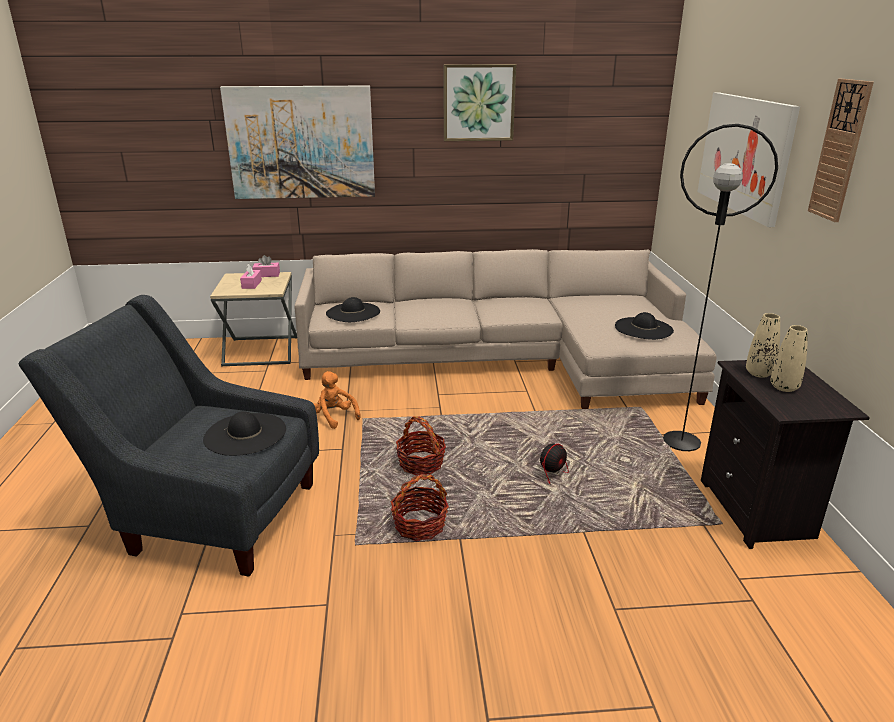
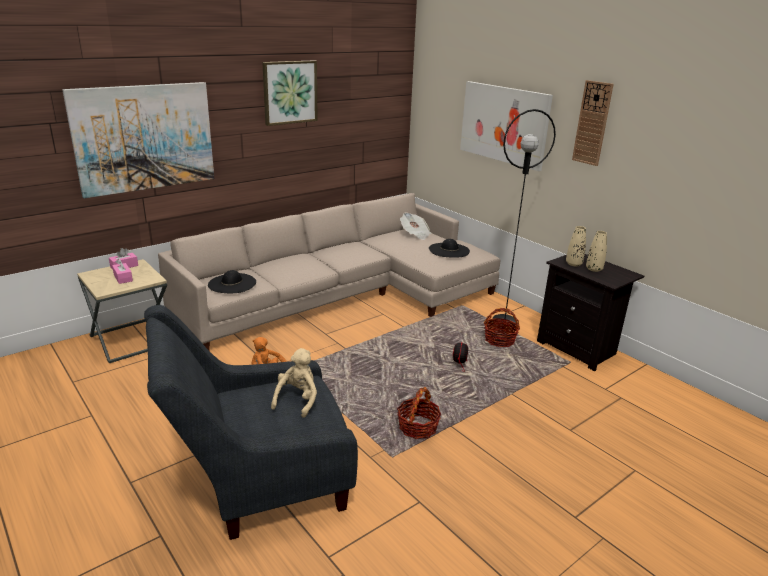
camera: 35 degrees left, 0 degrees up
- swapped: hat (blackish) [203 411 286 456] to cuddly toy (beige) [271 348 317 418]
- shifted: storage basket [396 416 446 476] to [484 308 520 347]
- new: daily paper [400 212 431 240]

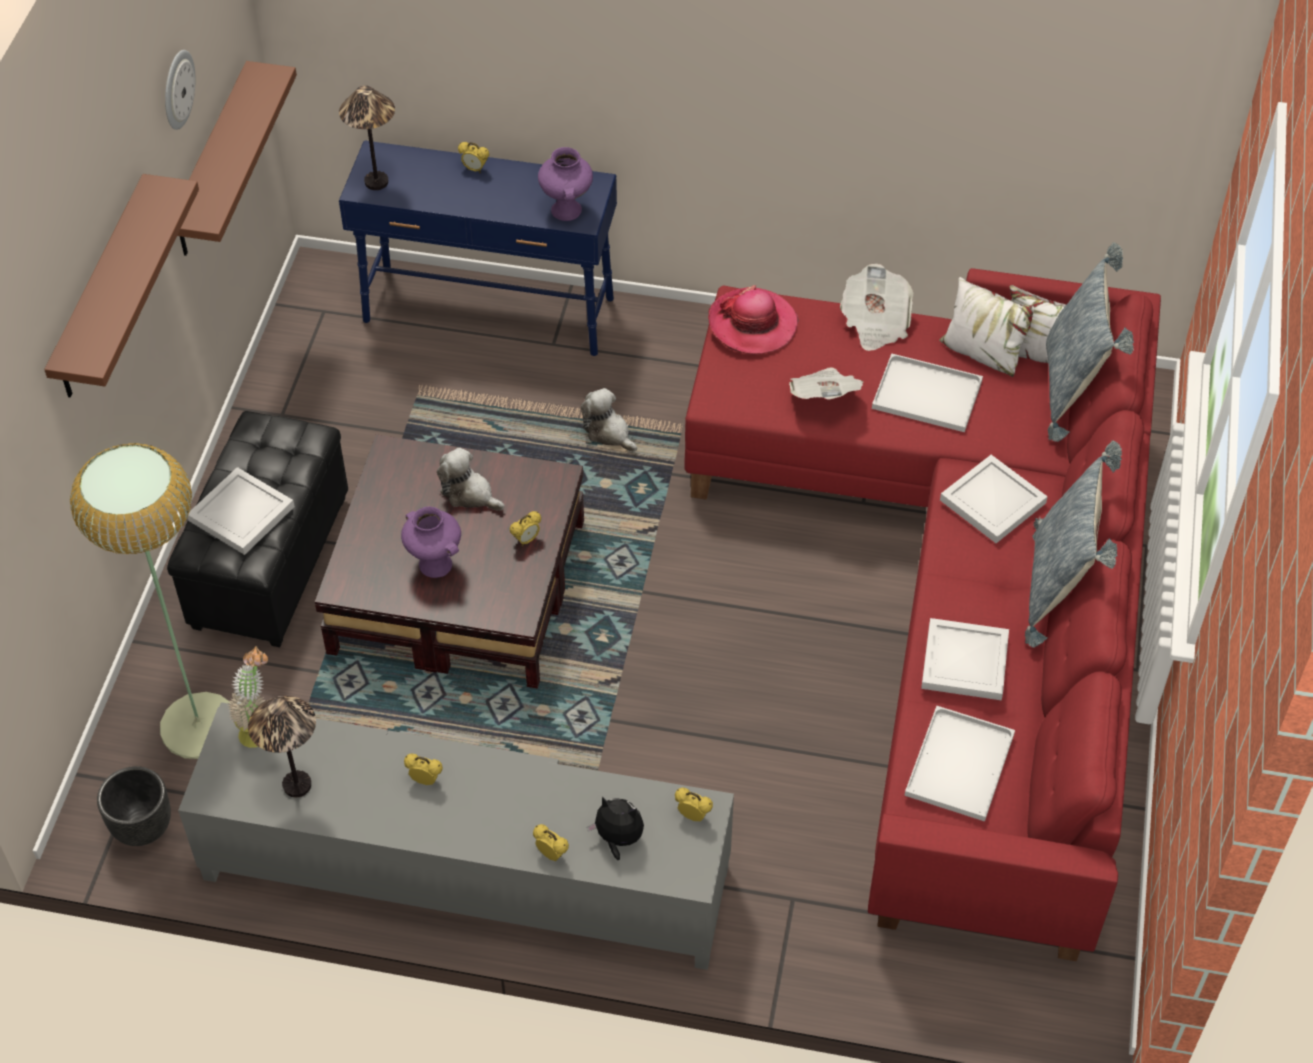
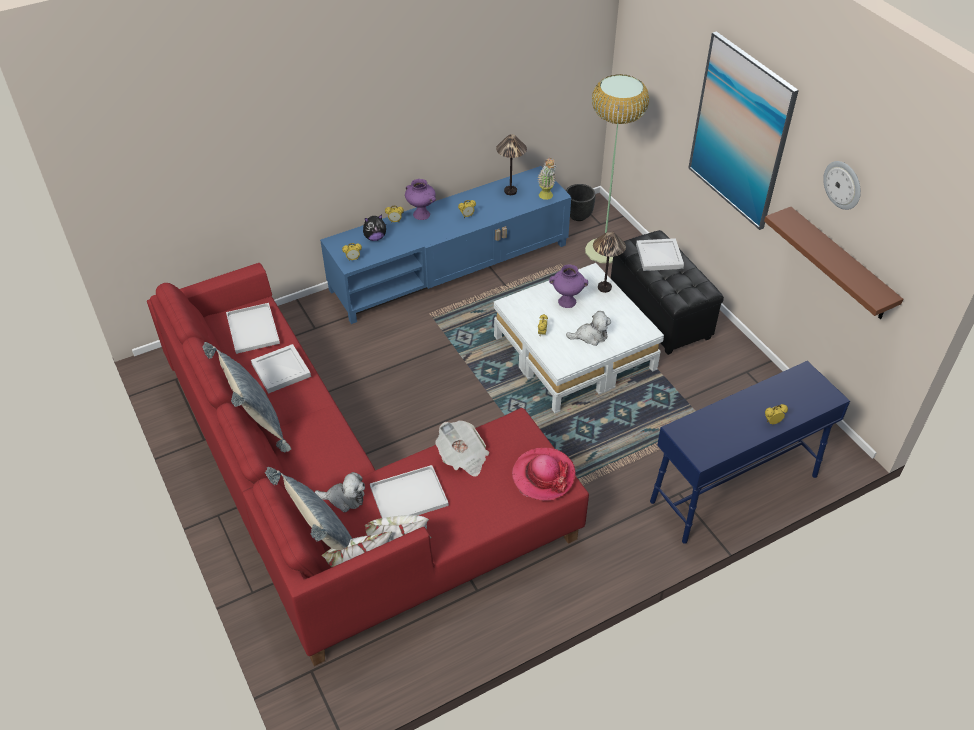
camera: 140 degrees right, 5 degrees down
- swapped: bracket shelf (brown) [44 174 199 397] to picture [688 31 799 230]
- repainted: tv stand (greyish) [178 702 734 970] to tv stand (blue-coloured) [320 166 571 324]
- repainted: coffee table (brown) [315 435 584 689] to coffee table (whitish) [494 263 664 413]
- shifted: table lamp [339 85 395 190] to [593 231 626 293]
- shifted: vase (purplish) [538 147 593 221] to [405 179 436 220]
- shifted: cuddly toy [581 388 637 452] to [315 472 365 512]
- gone: daily paper [840 264 913 351]
- gone: tray (whitish) [940 455 1048 543]

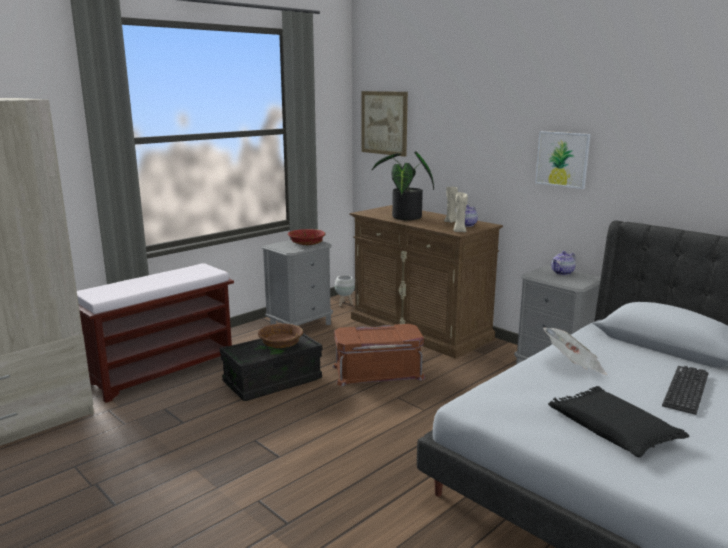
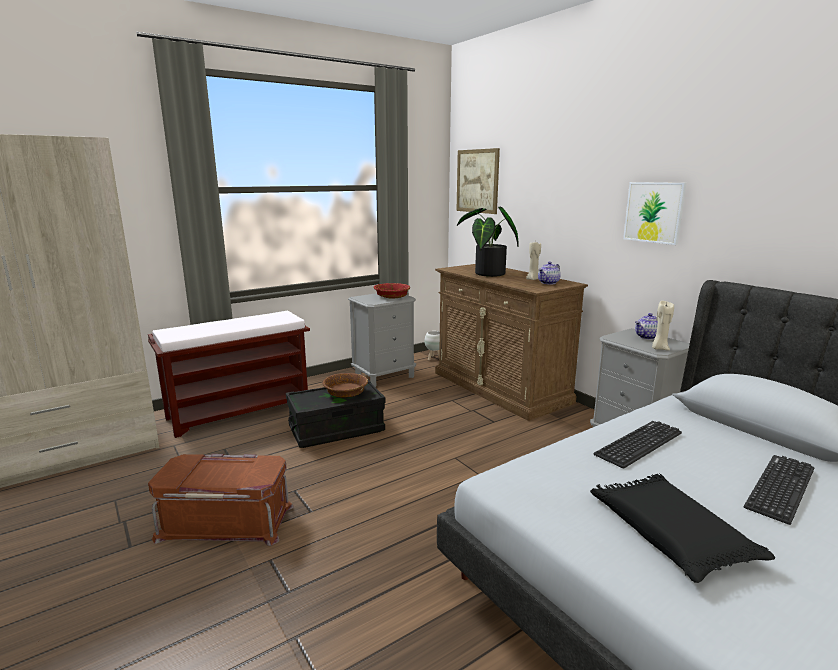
camera: 10 degrees right, 0 degrees up
- shifted: storage container (brown) [333 324 425 386] to [148 454 294 546]
- shifted: wax light (beige) [453 192 468 232] to [652 301 674 351]
- swapped: daily paper [543 327 608 375] to PC keyboard [594 421 682 468]

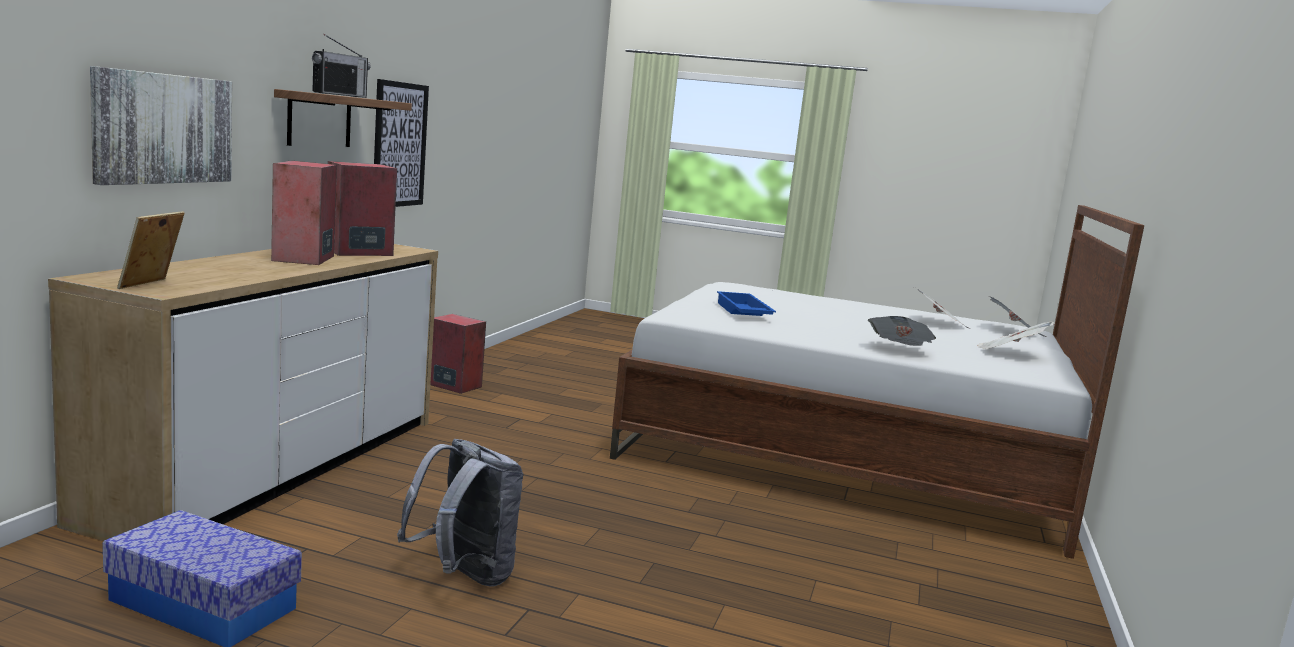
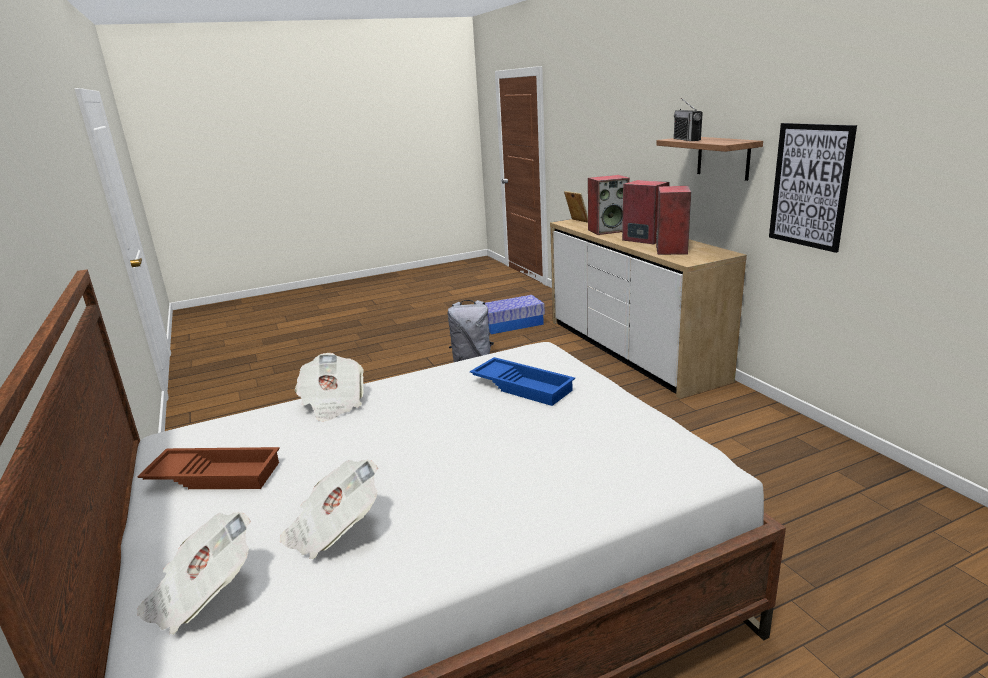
camera: 140 degrees right, 10 degrees up
- gone: picture [90 66 232 185]
- shifted: speaker [430 314 486 394] to [588 175 630 235]
- swapped: daily paper [977 322 1055 349] to tray (brown) [137 447 280 489]

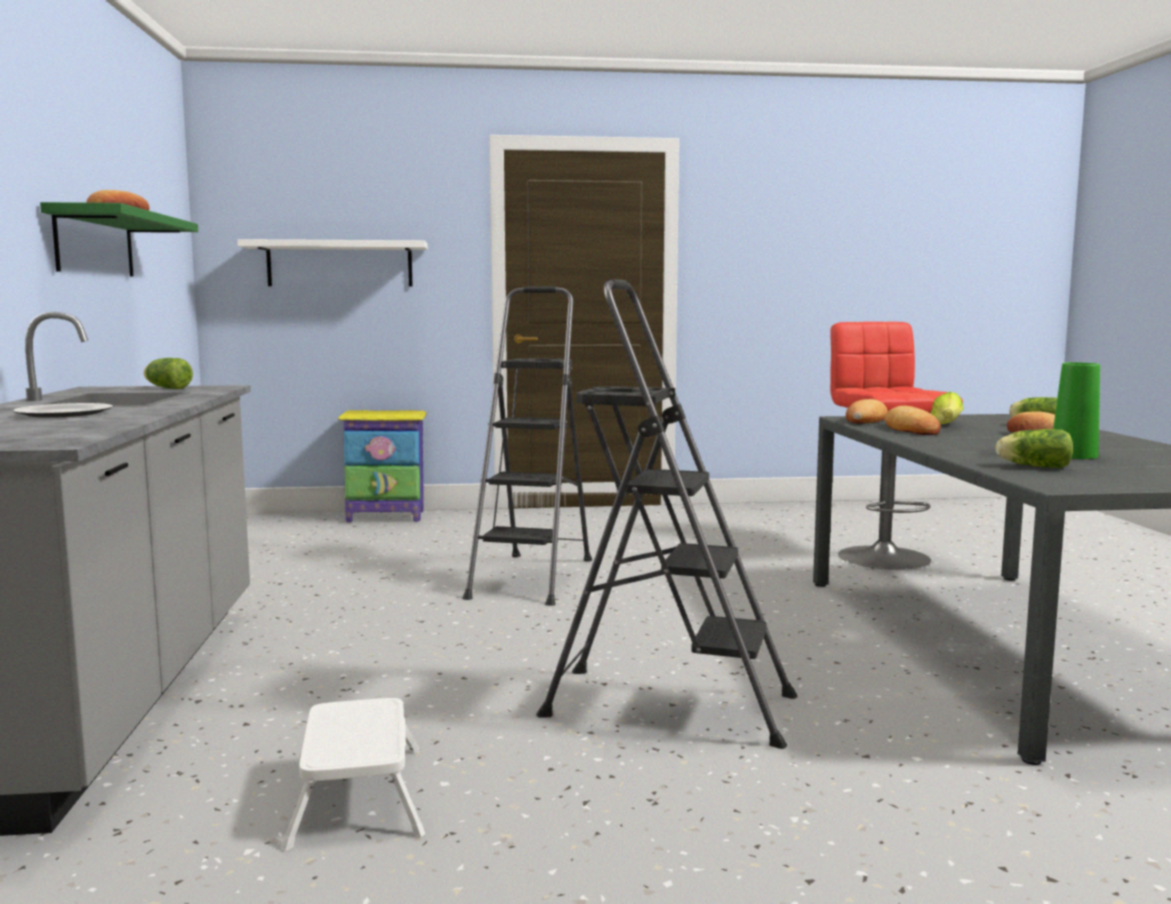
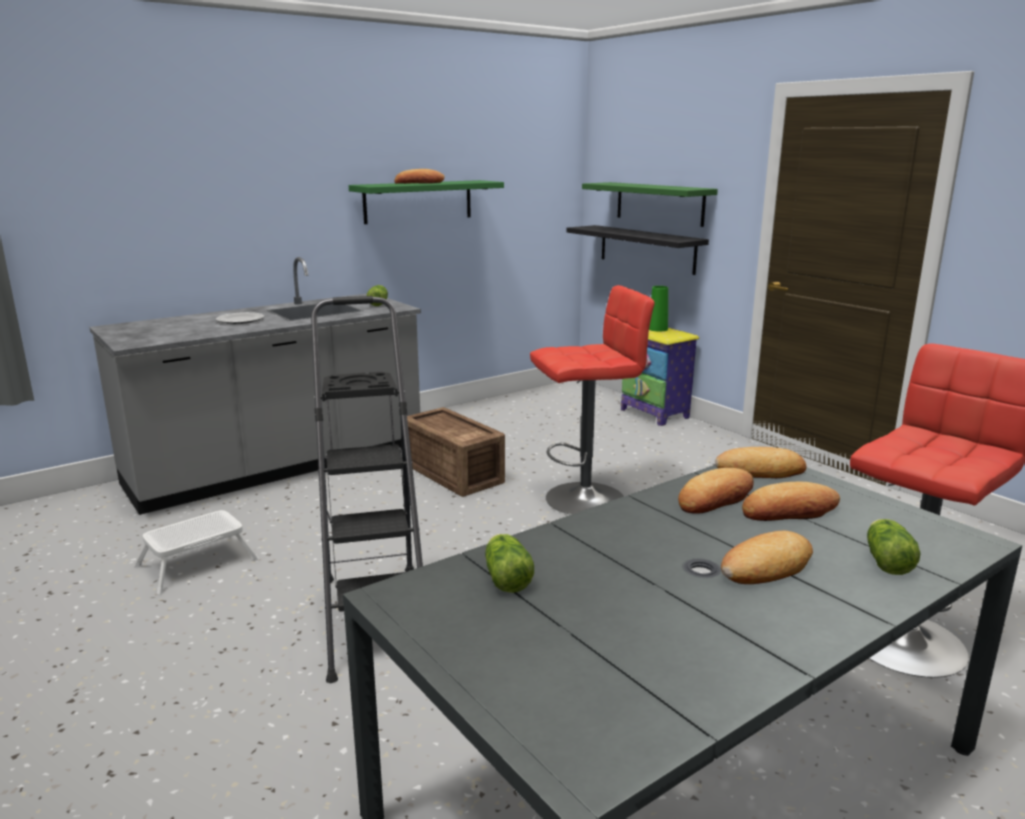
camera: 60 degrees right, 10 degrees up
- repainted: bracket shelf (whitish) [237 239 428 287] to bracket shelf (green) [582 182 718 227]
- swapped: step ladder [462 287 592 606] to stool seat (reddish) [530 285 655 515]
- swapped: lettuce [931 392 963 424] to baked bread [742 481 840 521]
- shifted: vase (green) [1053 363 1100 459] to [649 286 668 331]
- new: packing crate [407 407 505 497]
- new: bracket shelf (blackish) [566 225 709 275]

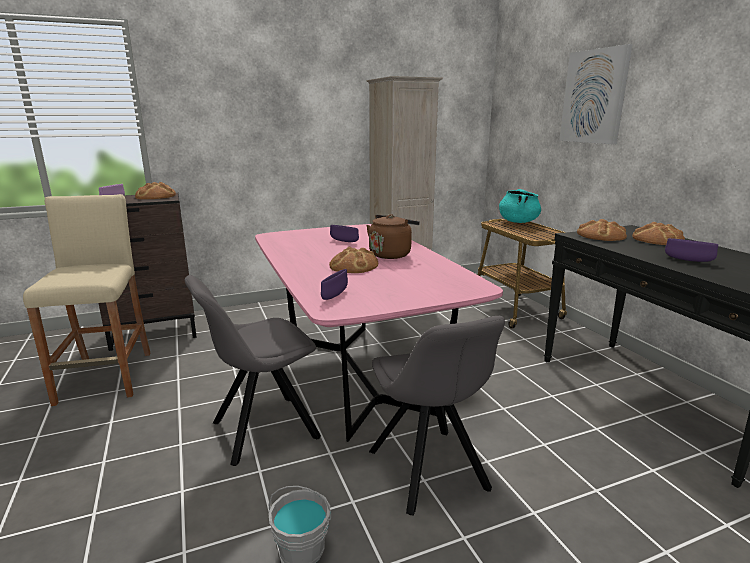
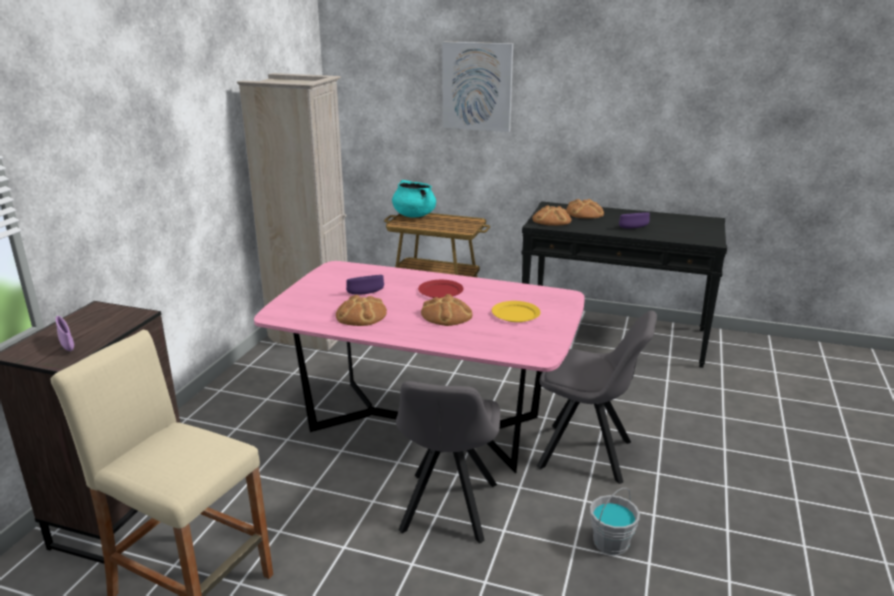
camera: 50 degrees left, 5 degrees up
- shifted: baked bread [135 182 176 199] to [336 295 387 326]
- gone: bowl (purplish) [321 269 348 300]
- swapped: water kettle (brown) [366 214 420 259] to dinner plate (reddish) [418 280 464 298]
- new: dinner plate (yellow) [492 301 540 322]

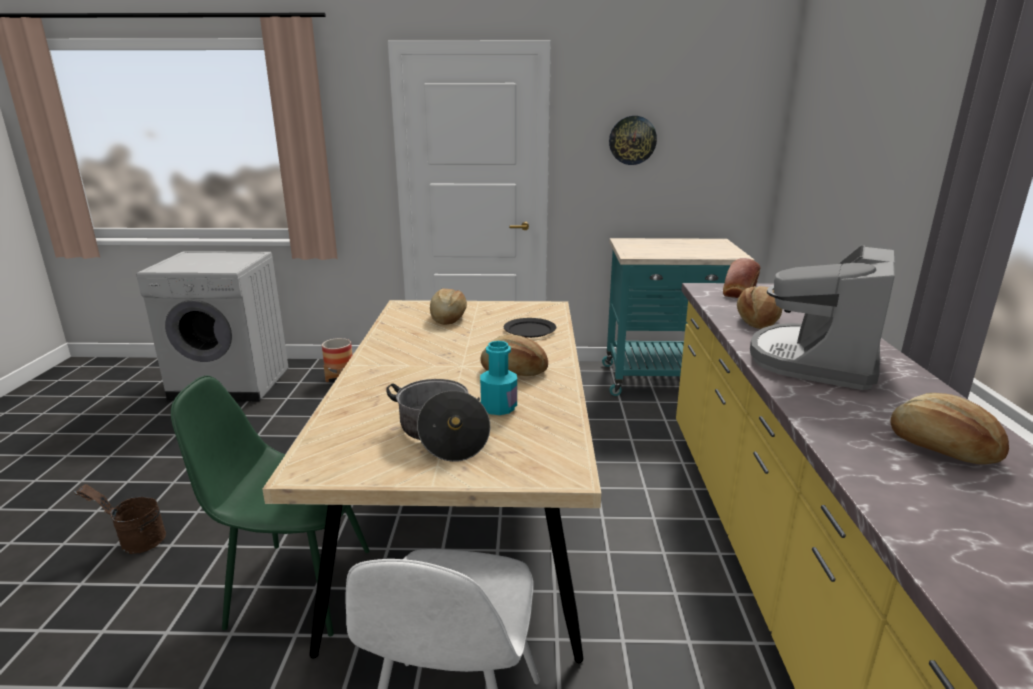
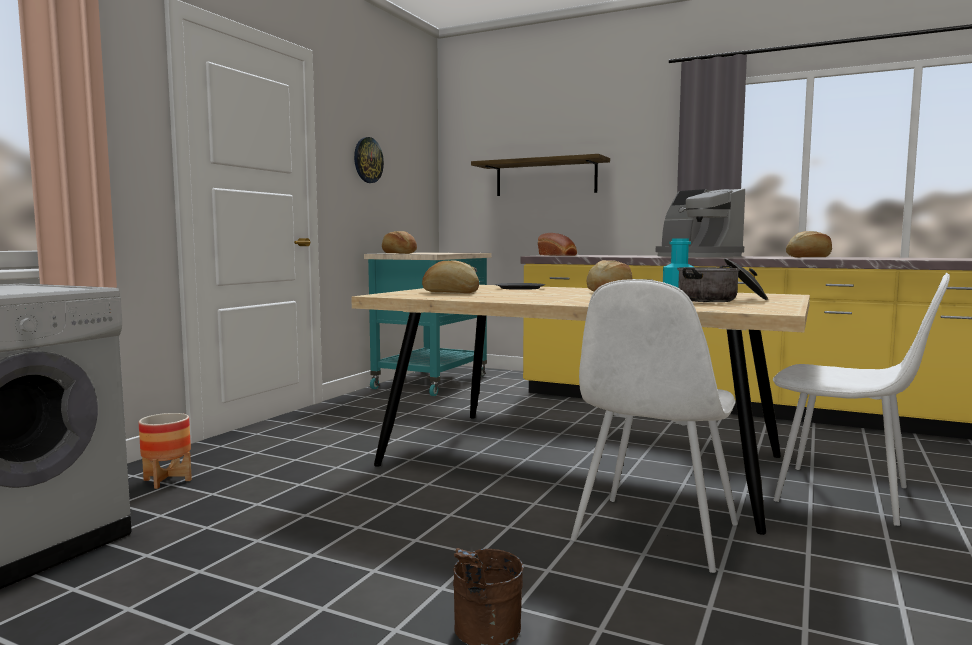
camera: 65 degrees left, 15 degrees down
- repainted: upright chair (green) [171 375 369 637] to upright chair (whitish) [571 279 738 573]
- shifted: baked bread [737 286 782 329] to [382 231 417 254]
- new: bracket shelf [471 154 610 196]

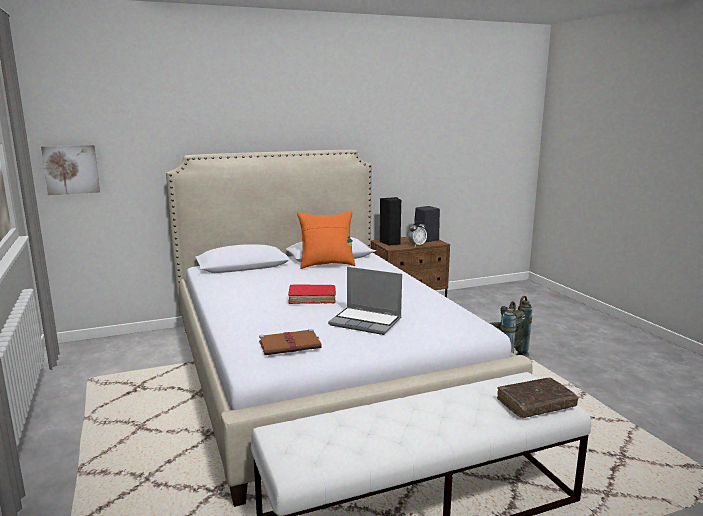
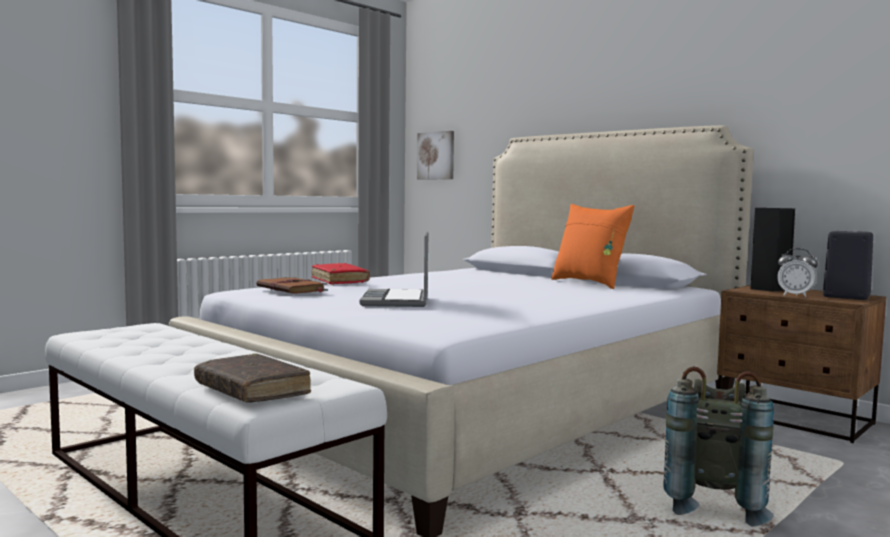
camera: 65 degrees right, 10 degrees down
- shifted: book (reddish) [288 285 336 304] to [312 263 370 285]

